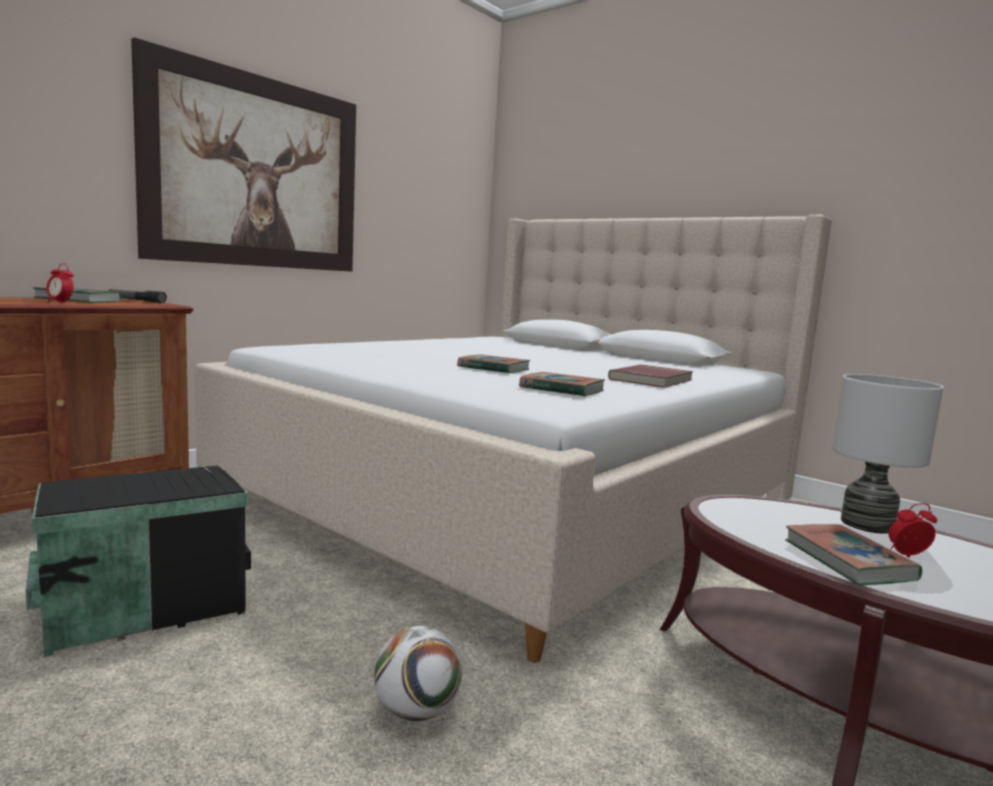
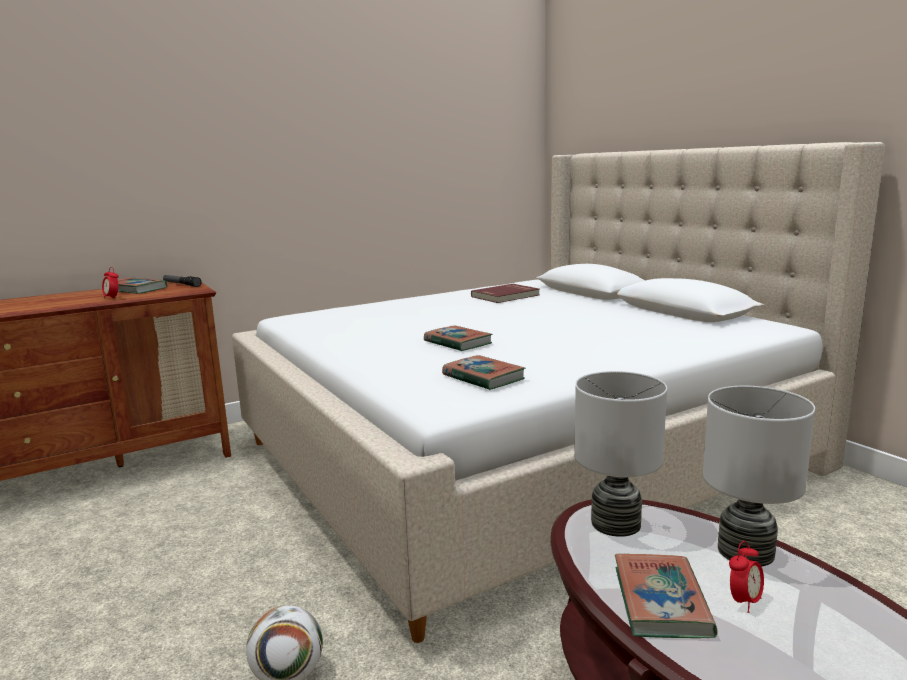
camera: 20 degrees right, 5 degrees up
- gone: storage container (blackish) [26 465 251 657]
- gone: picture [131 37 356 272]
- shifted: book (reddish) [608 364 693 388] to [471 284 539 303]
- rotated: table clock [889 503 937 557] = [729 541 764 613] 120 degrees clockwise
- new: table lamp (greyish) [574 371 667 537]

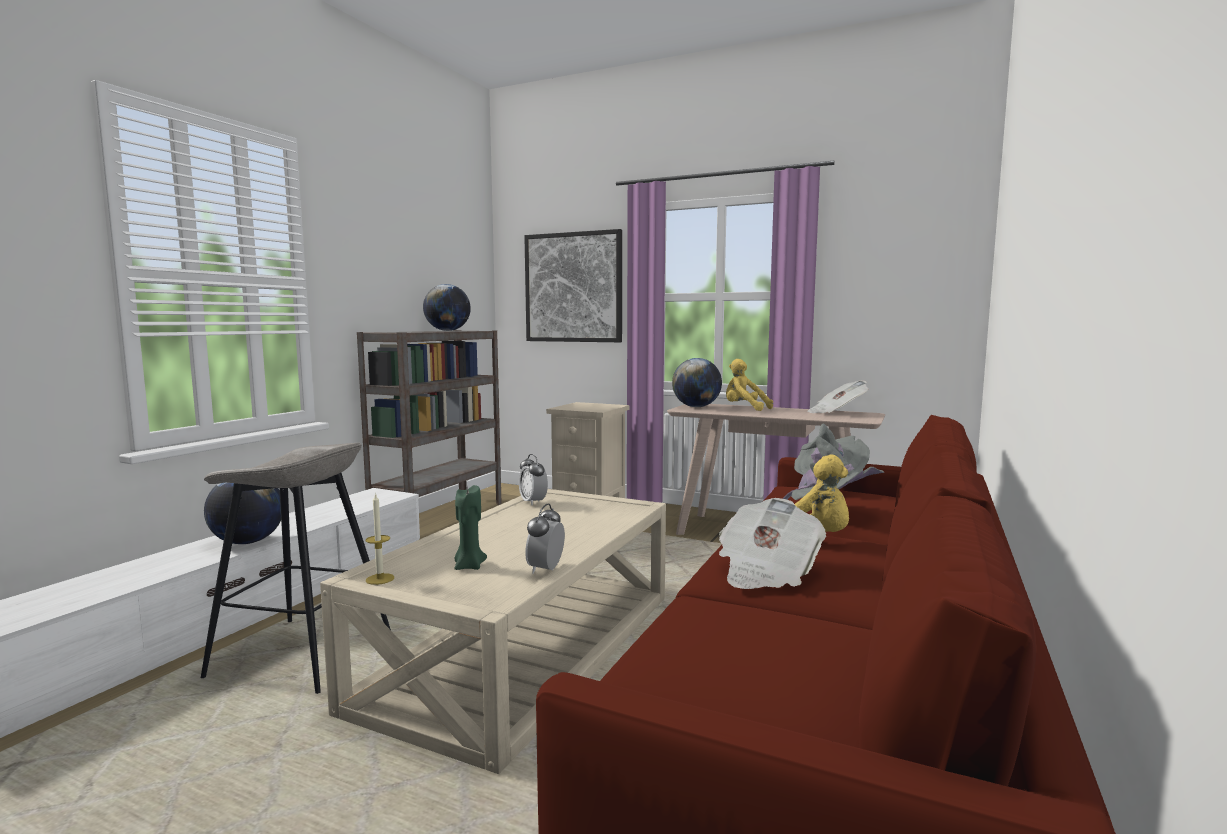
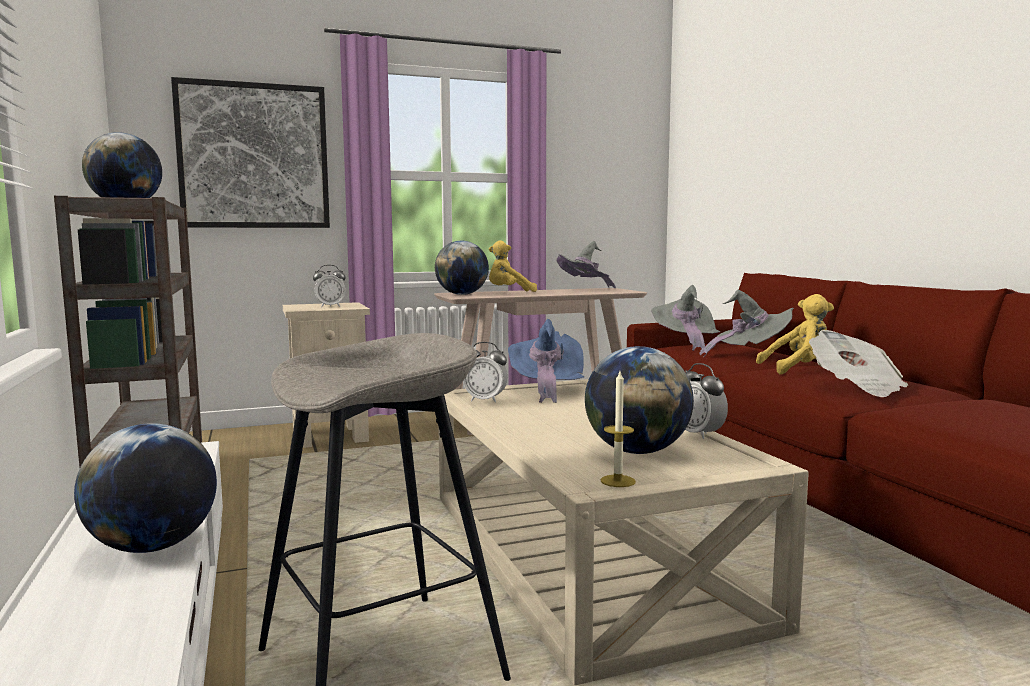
camera: 45 degrees left, 0 degrees up
- swapped: wax light (green) [454 485 487 570] to desk globe [585 346 694 454]
- swapped: daily paper [807 380 868 413] to hat (greyish) [556 241 616 288]
- new: table clock [313 265 346 307]
- new: hat (blue-coloured) [508 319 584 403]

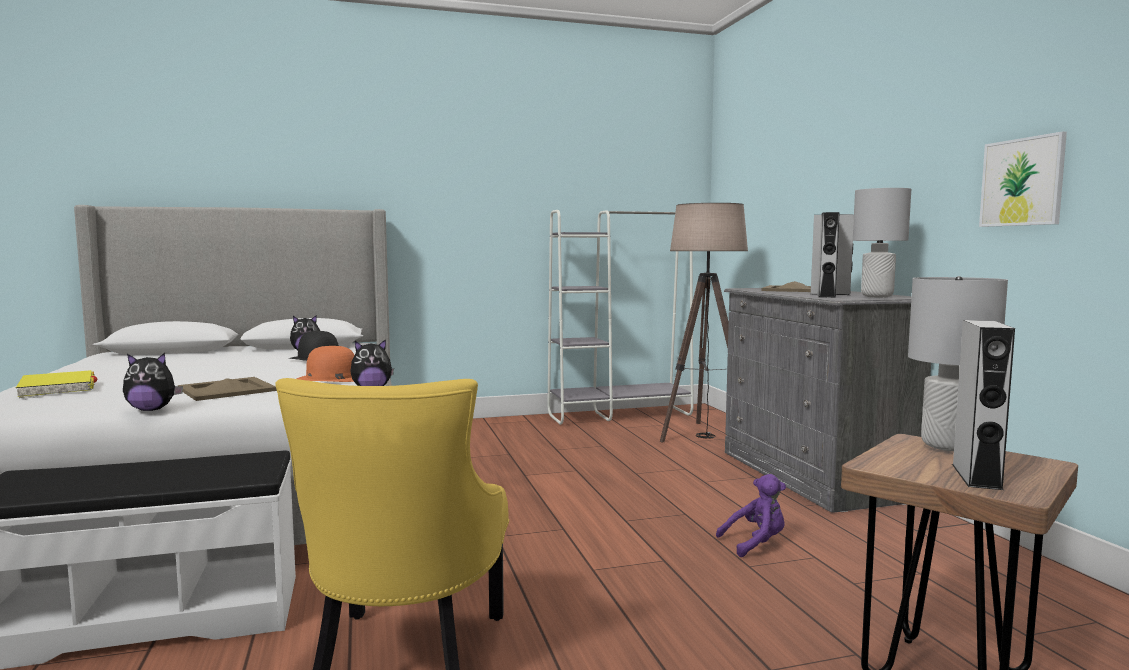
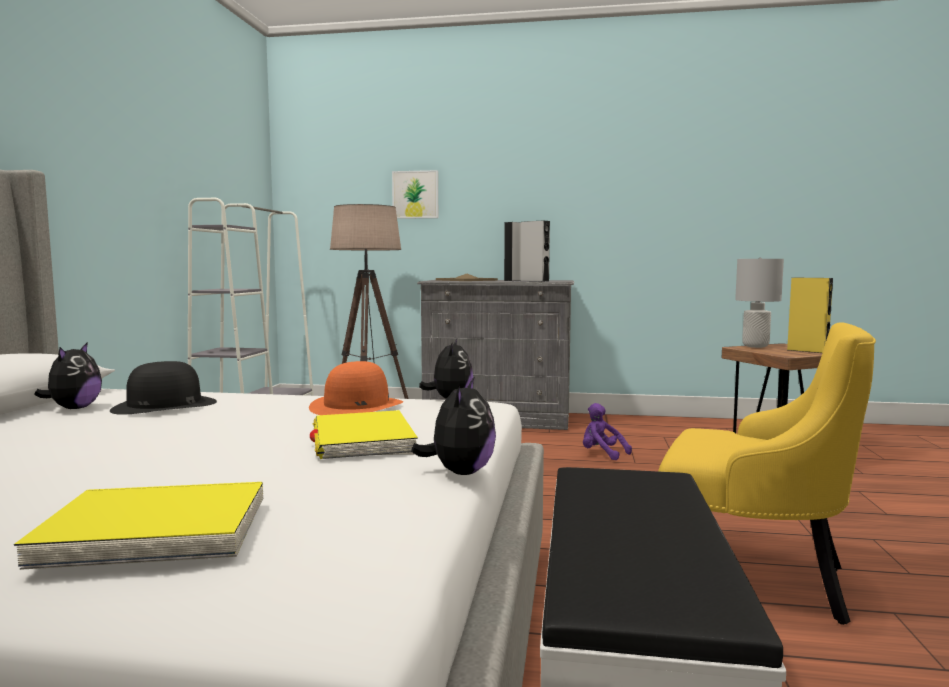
camera: 65 degrees left, 0 degrees up
- swapped: tray (beige) [178 377 277 401] to book (yellow) [310 410 418 459]
- rotated: cuddly toy (purplish) [716 474 786 557] = [583 403 632 460] 60 degrees counterclockwise
- gone: table lamp (greyish) [853 188 911 298]
- repainted: speaker (greyish) [952 320 1015 490] to speaker (yellow) [787 278 833 353]
- shifted: picture [979 131 1067 227] to [392 170 438 219]

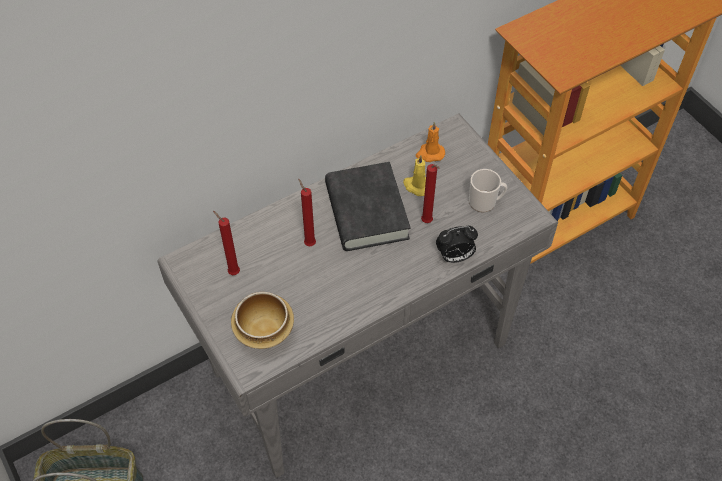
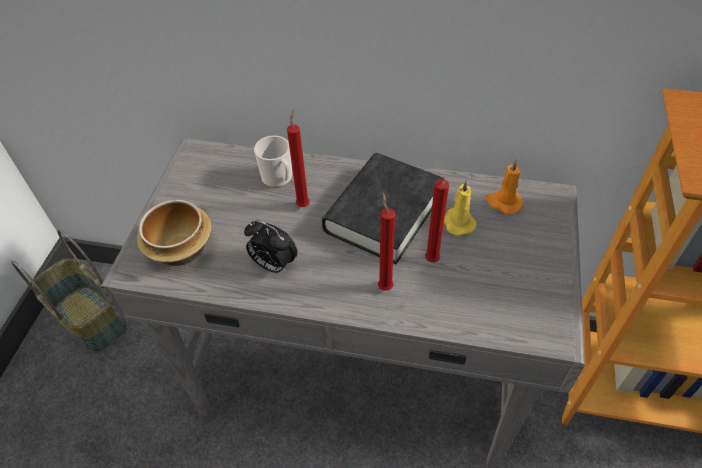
camera: 45 degrees right, 5 degrees down
- shifted: wax light (reddish) [213 211 240 275] to [378 193 395 291]
- shifted: table clock [436 226 478 263] to [244 220 298 273]
- shifted: mug [469 169 508 212] to [254 136 292 188]

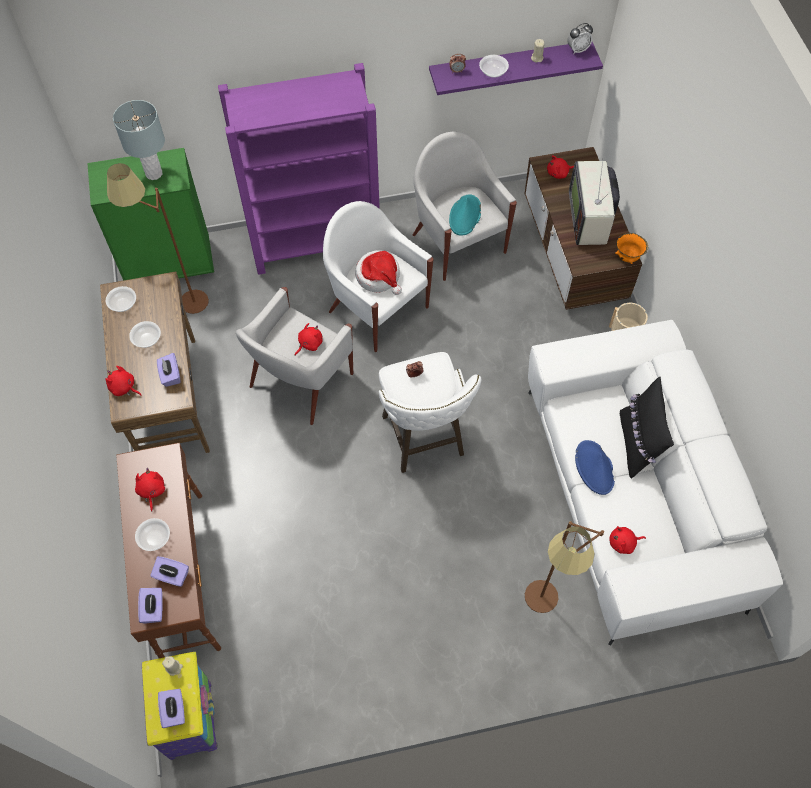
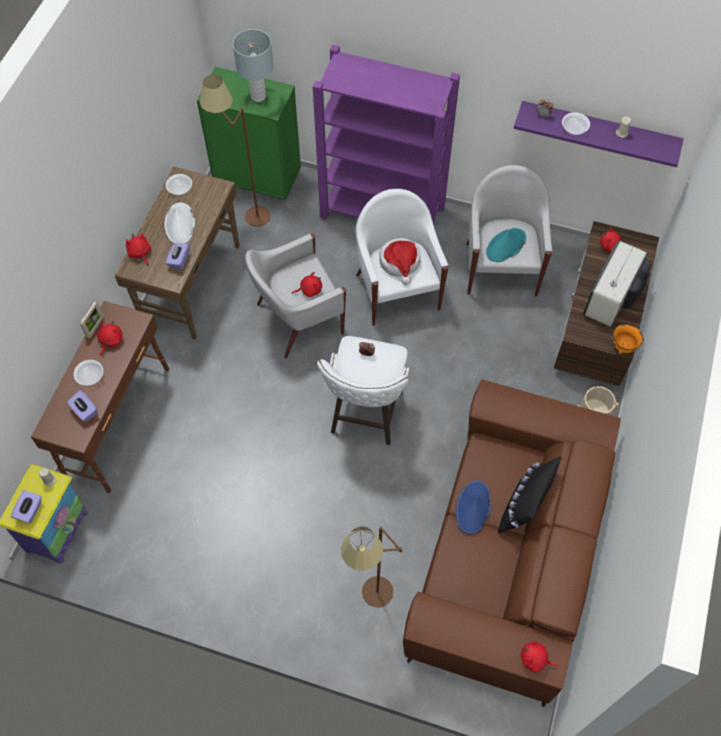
camera: 30 degrees right, 0 degrees up
- swapped: bowl [129 321 161 348] to hat (whitish) [165 203 195 244]
- gone: tissue box (purplish) [138 588 163 624]
- repainted: couch (whitish) [528 320 783 645] to couch (brown) [403 380 621 707]
- gone: table clock [567 23 593 54]
- shifted: cuddly toy (reddish) [610 526 646 554] to [521 641 559 672]
- new: photo frame [80 301 104 339]

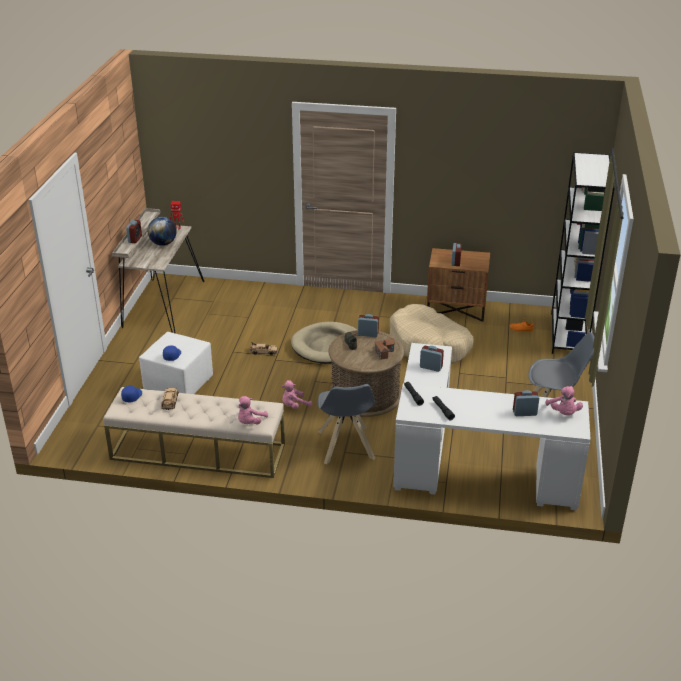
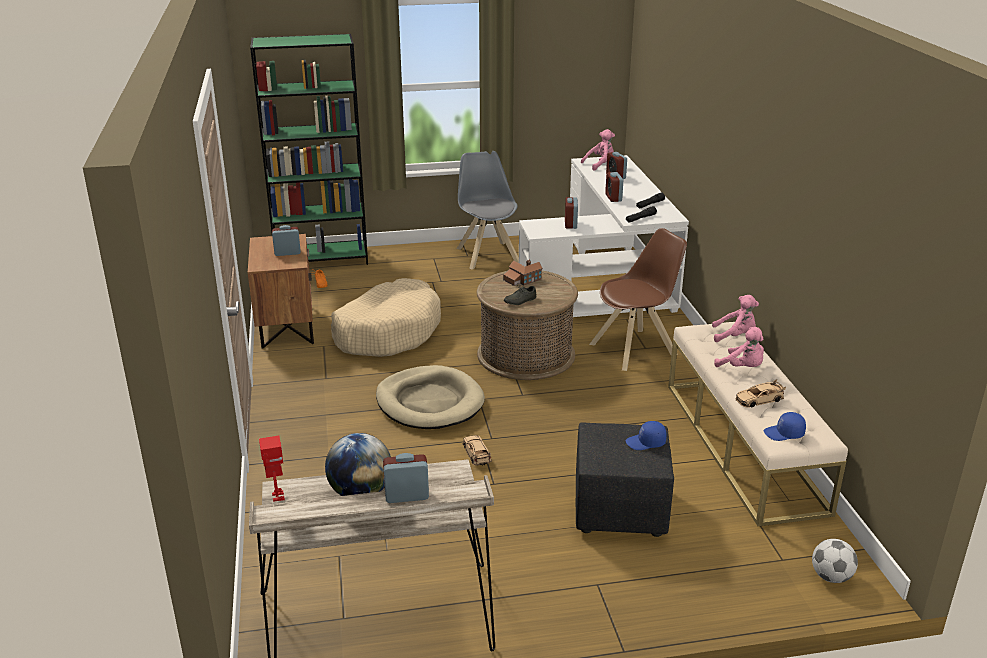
camera: 110 degrees left, 5 degrees down
- repainted: pouffe (whitish) [139 332 213 394] to pouffe (blackish) [576 422 674 537]
- shifted: cuddly toy (pinkish) [282 380 312 409] to [714 327 764 367]
- repainted: upright chair (greyish) [318 384 375 465] to upright chair (brown) [589 228 687 371]
- shifted: table clock [358 314 379 337] to [605 172 623 202]
- repainted: bookcase (whitish) [551 152 615 354] to bookcase (green) [250 34 368 265]
- new: football [812 539 858 583]

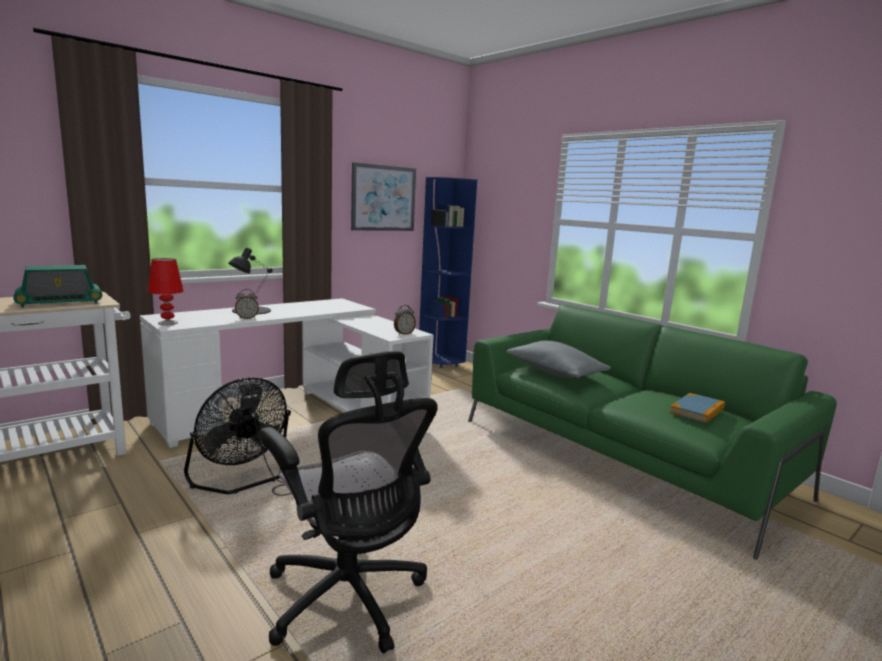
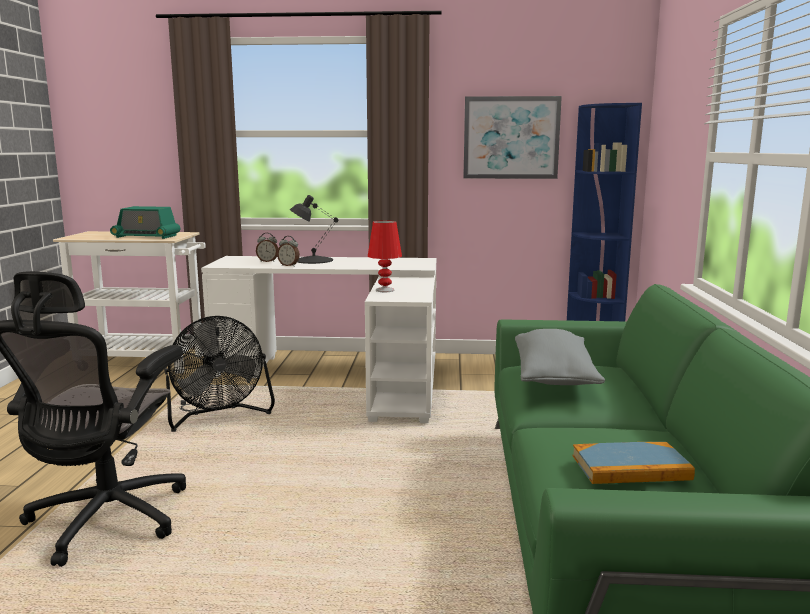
camera: 45 degrees right, 0 degrees up
- shifted: table lamp (reddish) [148 258 184 325] to [368 220 402 292]
- rotated: cooling fan (blackish) [184 378 291 496] = [164 316 275 432] 150 degrees clockwise
- shifted: table clock [394 305 416 335] to [256 233 278 262]

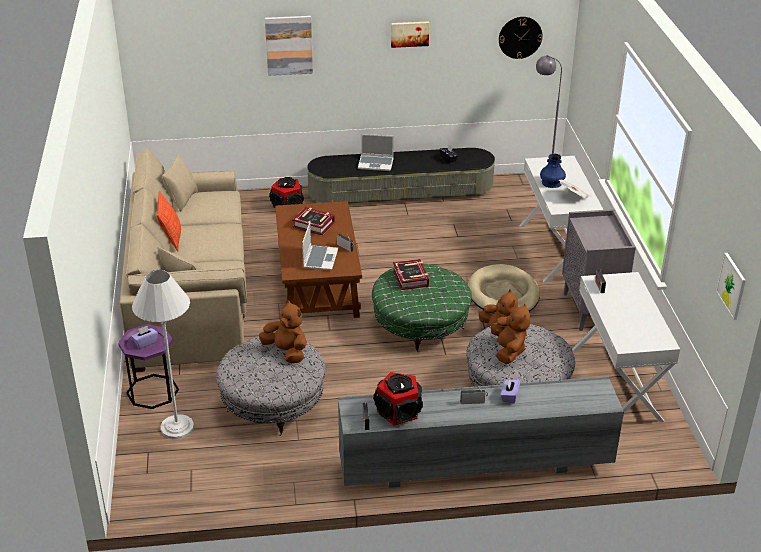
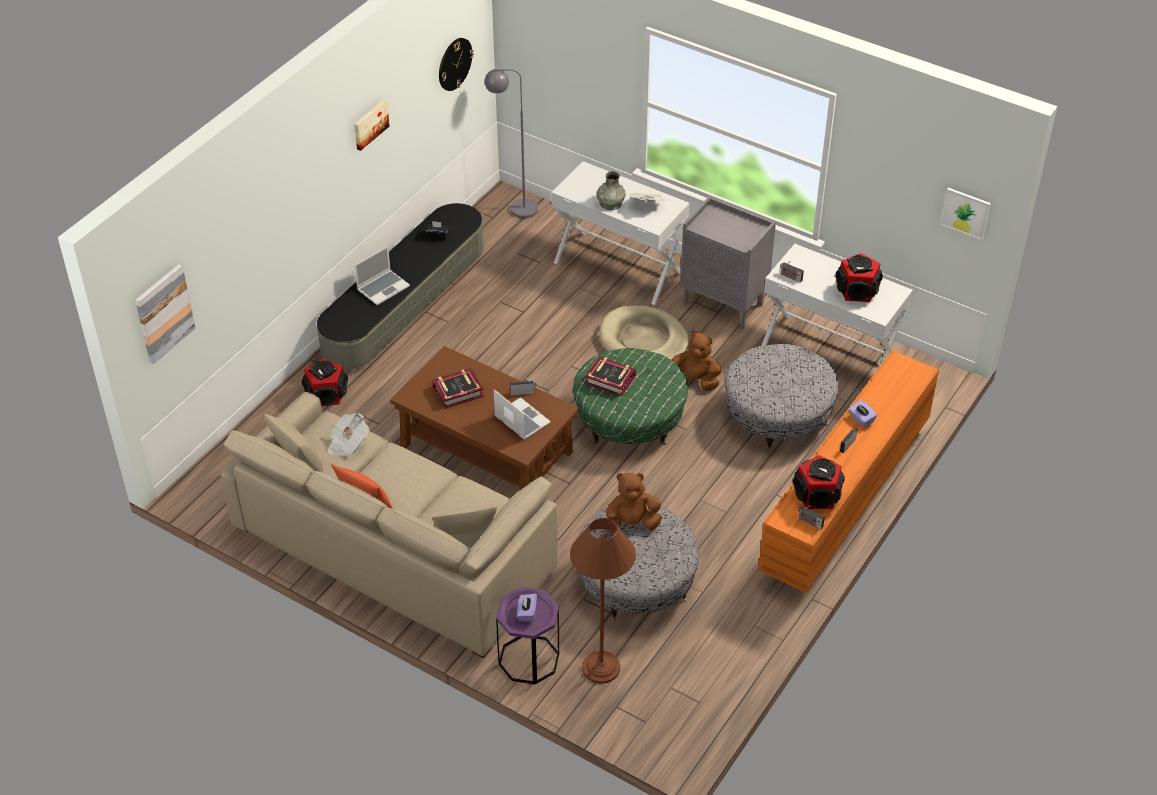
camera: 50 degrees left, 10 degrees up
- repainted: floor lamp (whitish) [132 270 194 439] to floor lamp (brown) [570 518 636 684]
- shifted: picture [265 16 313 76] to [135 264 196 364]
- repainted: cupboard (greyish) [338 376 624 488] to cupboard (orangey) [758 350 939 593]
- gone: cuddly toy (brown) [491 303 530 364]
- repainted: vase (blue-coloured) [540 154 566 188] to vase (greyish) [597 171 626 210]
- new: daily paper [328 413 369 457]
- new: speaker [835 253 883 302]

